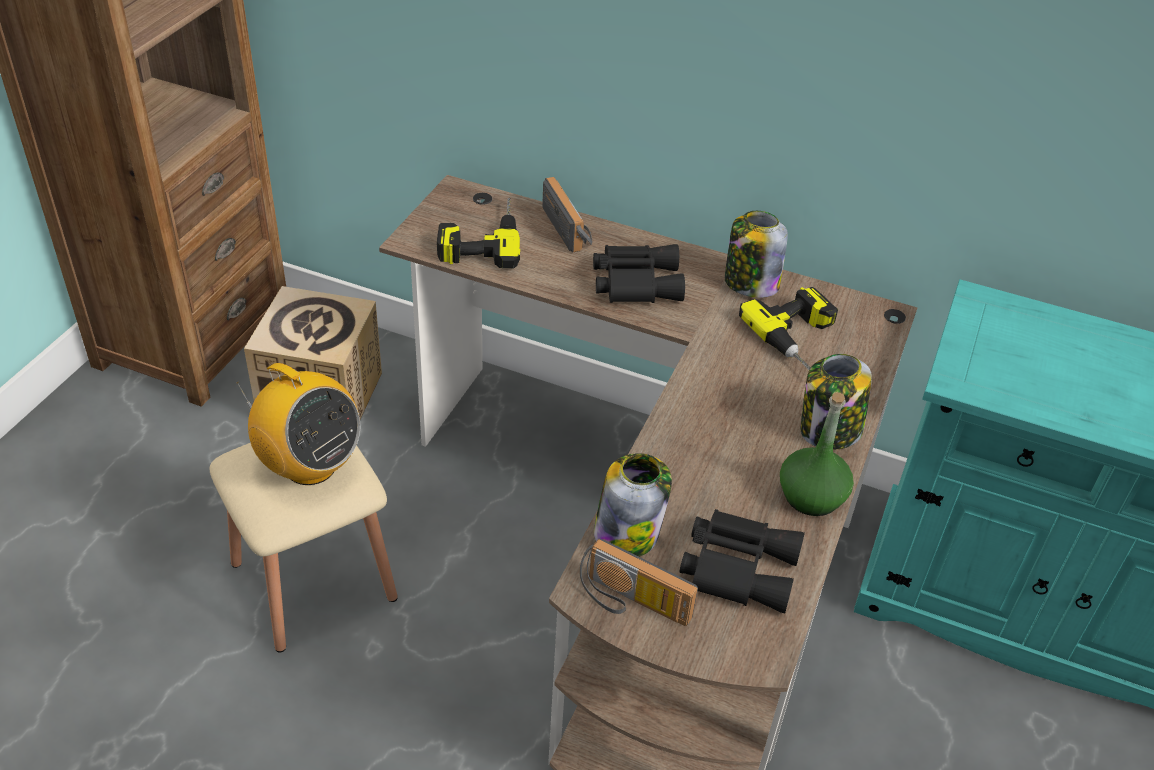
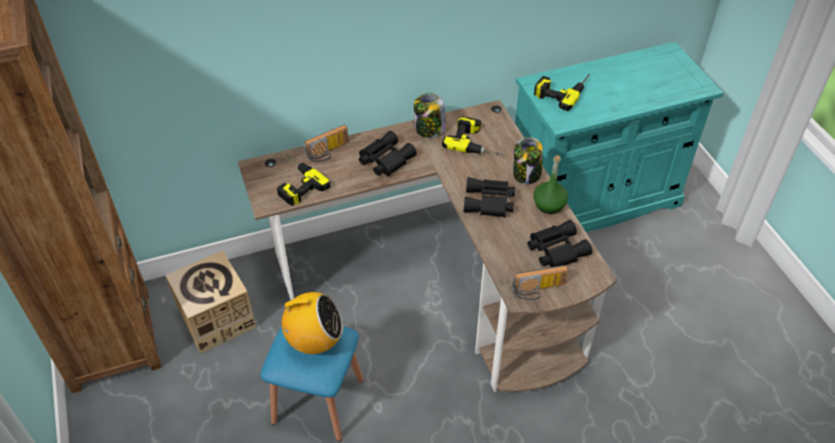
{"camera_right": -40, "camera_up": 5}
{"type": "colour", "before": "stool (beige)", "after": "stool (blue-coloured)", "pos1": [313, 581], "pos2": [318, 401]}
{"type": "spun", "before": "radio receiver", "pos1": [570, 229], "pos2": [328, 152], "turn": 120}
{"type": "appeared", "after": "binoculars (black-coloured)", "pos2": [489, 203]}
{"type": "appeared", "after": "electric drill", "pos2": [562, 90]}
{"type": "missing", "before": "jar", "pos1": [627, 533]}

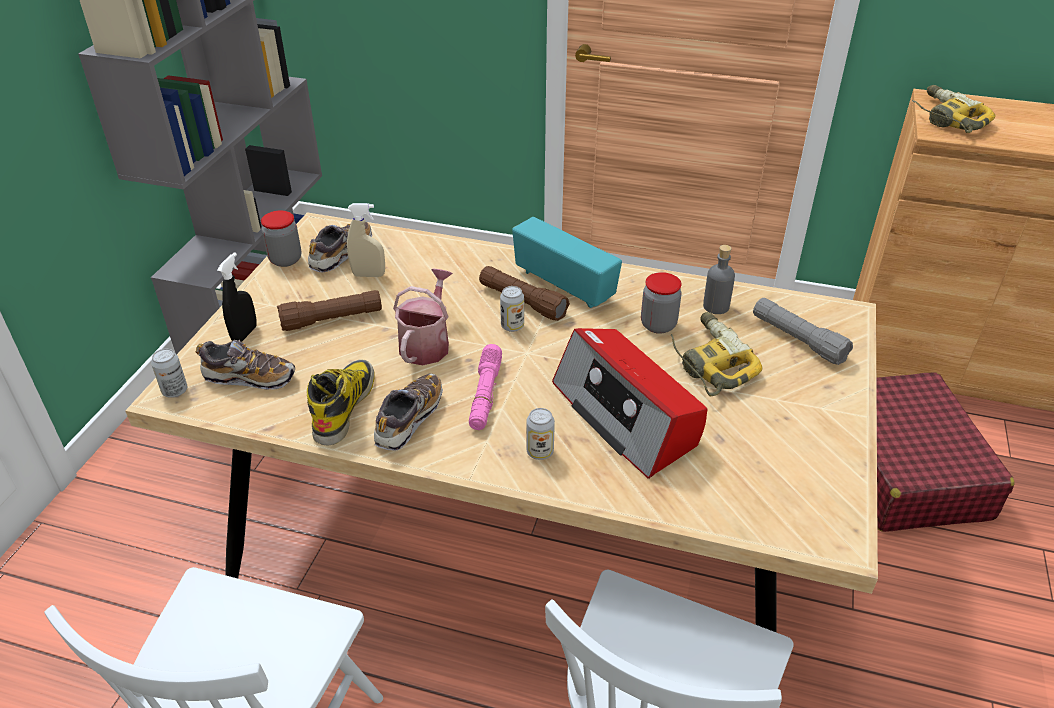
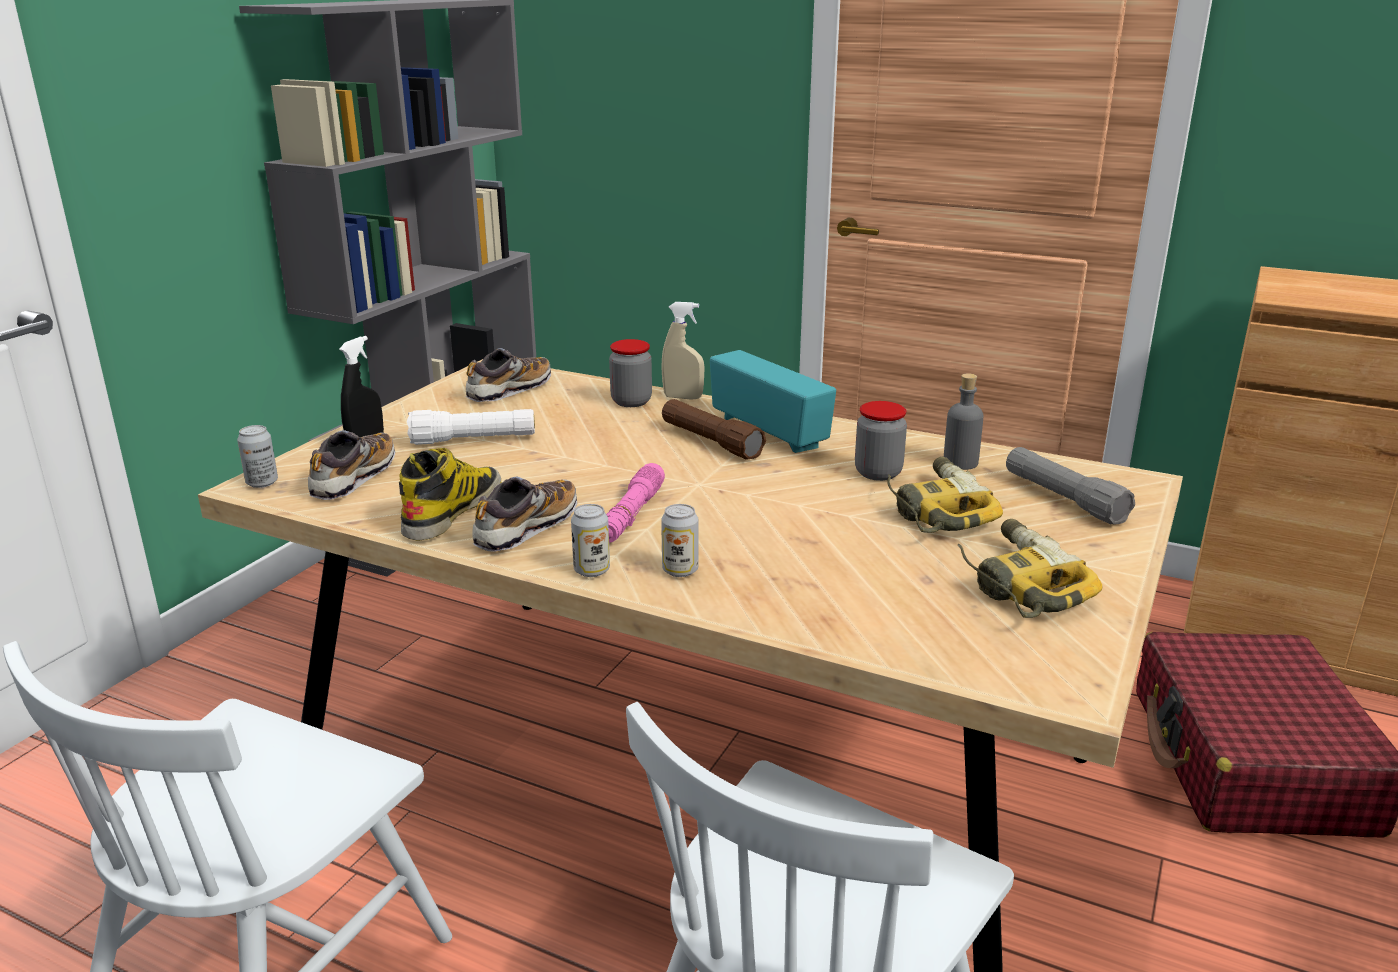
{"camera_right": 10, "camera_up": -15}
{"type": "spun", "before": "shoe", "pos1": [250, 378], "pos2": [353, 479], "turn": -90}
{"type": "colour", "before": "torch (brown)", "after": "torch (whitish)", "pos1": [332, 319], "pos2": [473, 440]}
{"type": "relocated", "before": "sealed can", "pos1": [512, 326], "pos2": [591, 570]}
{"type": "relocated", "before": "jar", "pos1": [285, 259], "pos2": [631, 402]}
{"type": "relocated", "before": "hand sprayer (beige)", "pos1": [369, 275], "pos2": [683, 397]}
{"type": "relocated", "before": "electric drill", "pos1": [945, 118], "pos2": [1016, 583]}
{"type": "missing", "before": "watering pot", "pos1": [427, 343]}
{"type": "missing", "before": "radio receiver", "pos1": [626, 415]}

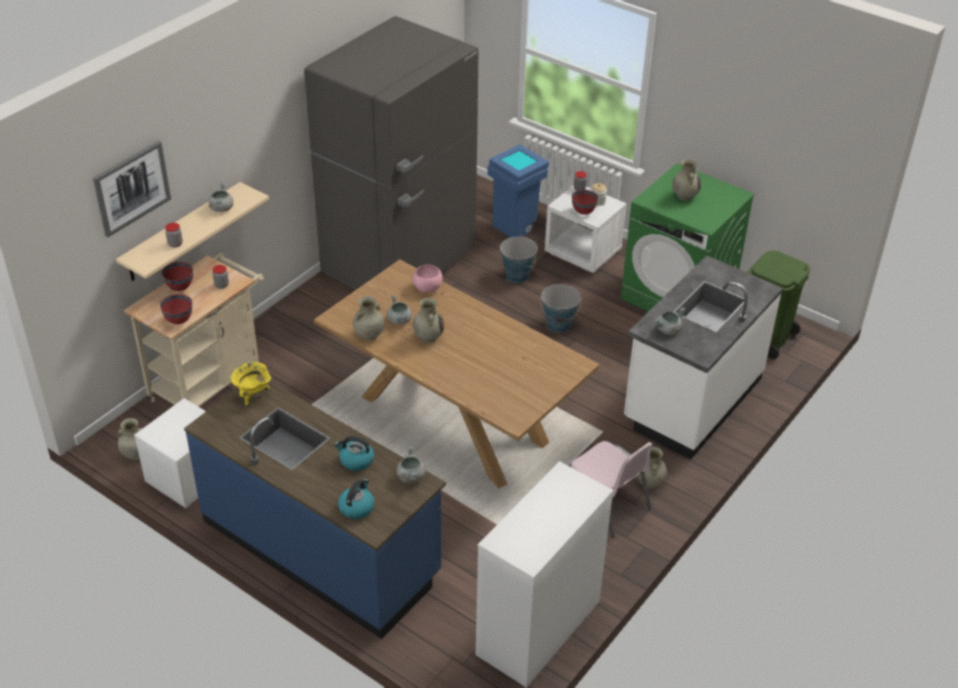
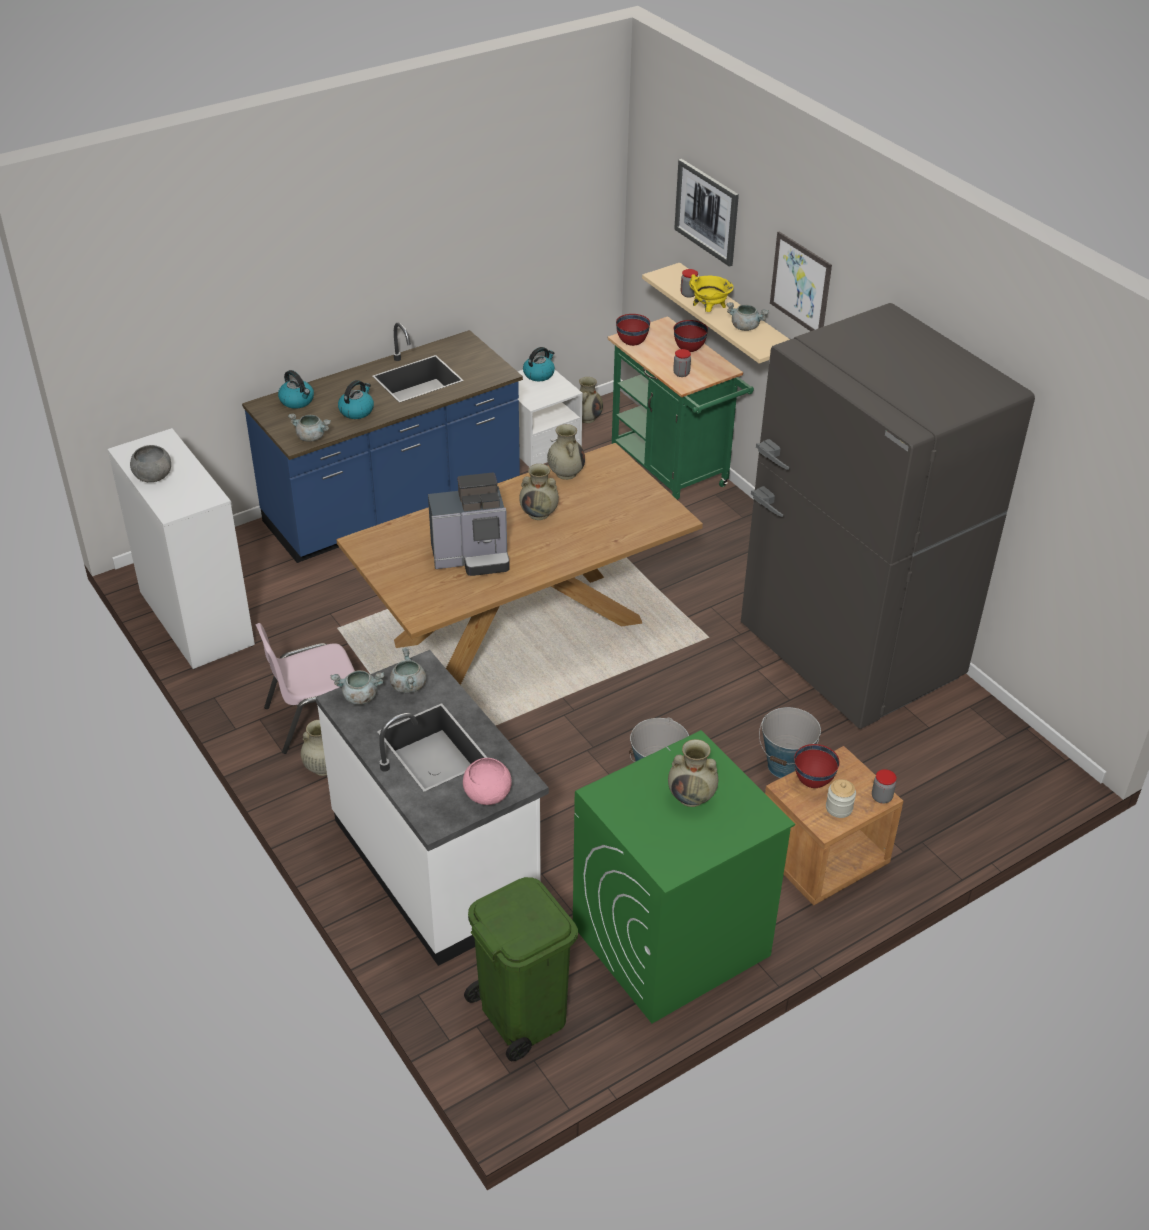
{"camera_right": 110, "camera_up": 0}
{"type": "appeared", "after": "serving bowl (greyish)", "pos2": [153, 477]}
{"type": "relocated", "before": "stockpot (greyish)", "pos1": [400, 320], "pos2": [359, 697]}
{"type": "appeared", "after": "coffee brewer", "pos2": [472, 557]}
{"type": "relocated", "before": "serving bowl (pink-coloured)", "pos1": [427, 287], "pos2": [487, 794]}
{"type": "appeared", "after": "tea kettle", "pos2": [539, 374]}
{"type": "colour", "before": "cart (beige)", "after": "cart (greenish)", "pos1": [210, 382], "pos2": [673, 473]}
{"type": "relocated", "before": "stockpot (yellowish)", "pos1": [253, 395], "pos2": [709, 310]}
{"type": "colour", "before": "bedside table (whitish)", "after": "bedside table (brown)", "pos1": [583, 252], "pos2": [822, 860]}
{"type": "appeared", "after": "picture", "pos2": [800, 284]}
{"type": "missing", "before": "rubbish bin (blue-coloured)", "pos1": [517, 227]}

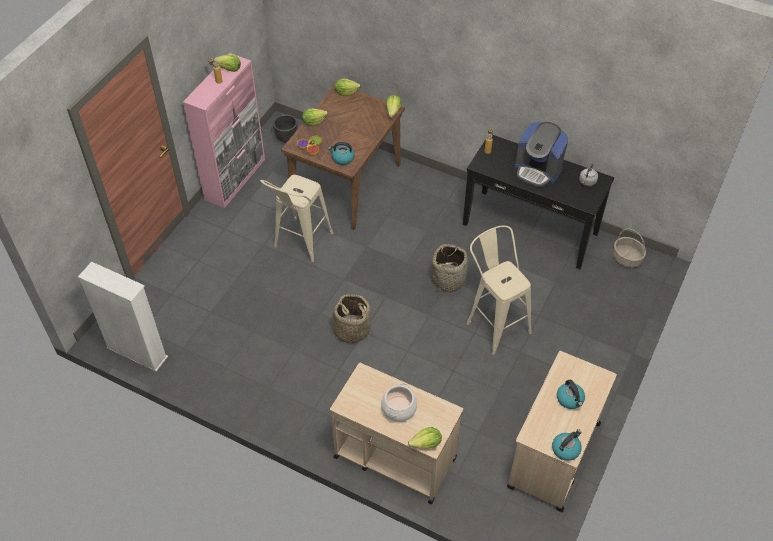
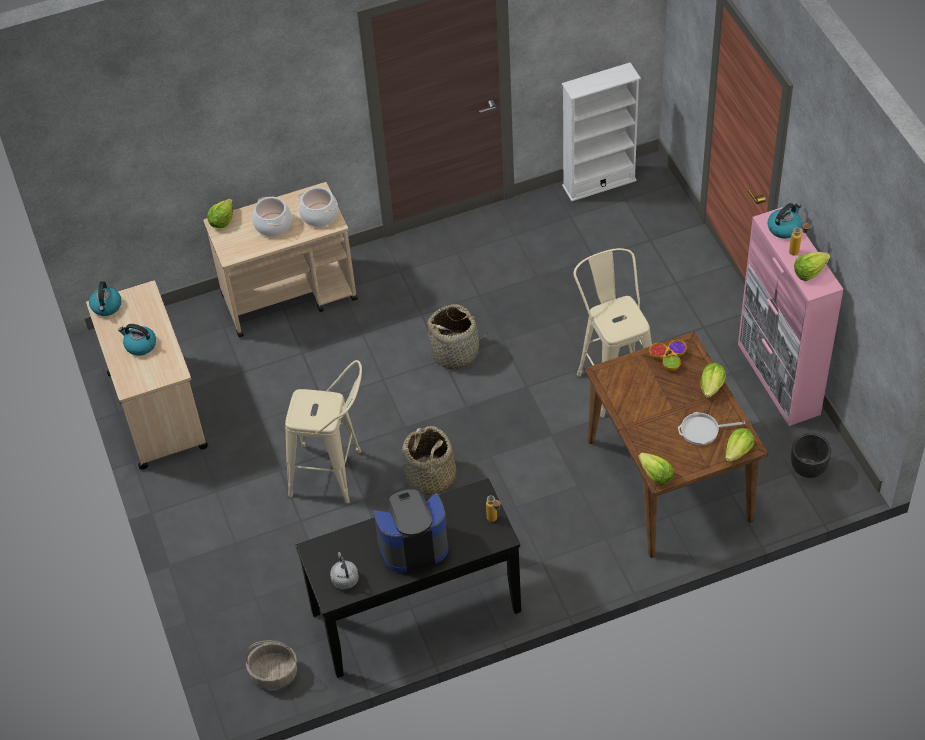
{"camera_right": 135, "camera_up": 0}
{"type": "appeared", "after": "stockpot", "pos2": [319, 215]}
{"type": "appeared", "after": "pan", "pos2": [702, 430]}
{"type": "relocated", "before": "tea kettle", "pos1": [342, 158], "pos2": [784, 228]}

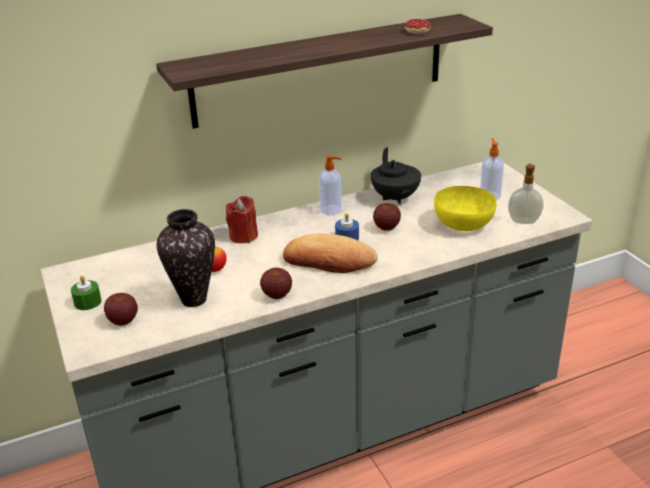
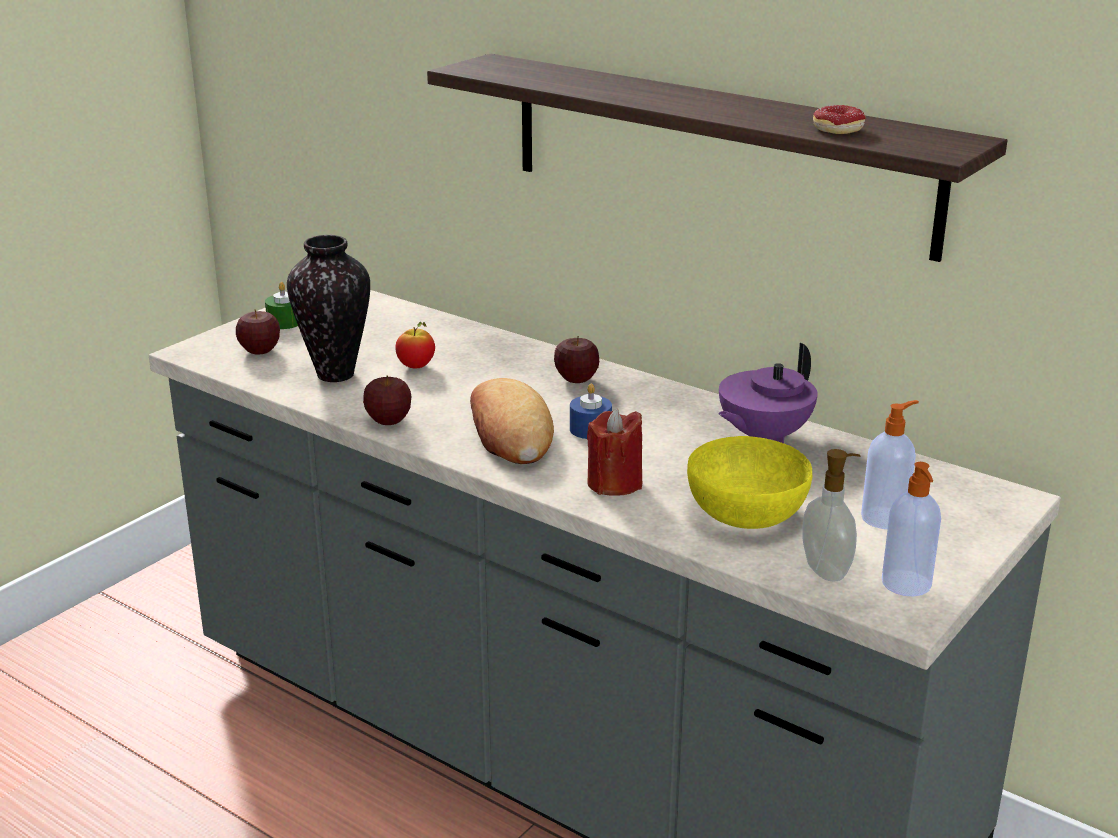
{"camera_right": 60, "camera_up": -5}
{"type": "relocated", "before": "whole apple", "pos1": [386, 228], "pos2": [576, 379]}
{"type": "relocated", "before": "candle (red-coloured)", "pos1": [243, 236], "pos2": [614, 483]}
{"type": "colour", "before": "pot for tea (black-coloured)", "after": "pot for tea (purple)", "pos1": [395, 198], "pos2": [762, 436]}
{"type": "relocated", "before": "liquid soap bottle", "pos1": [331, 210], "pos2": [907, 585]}

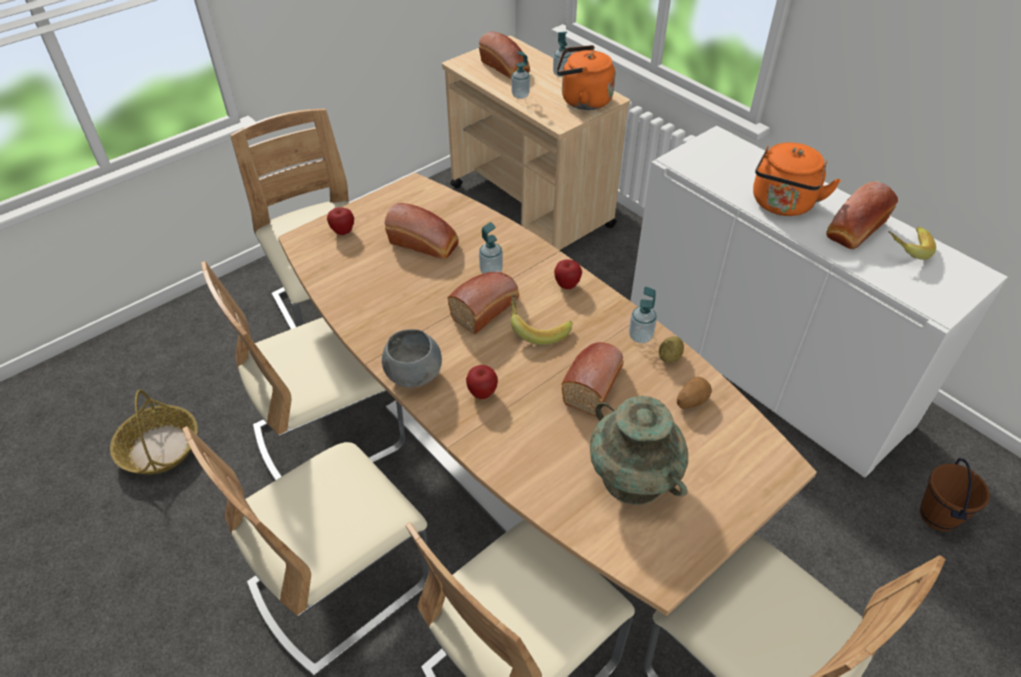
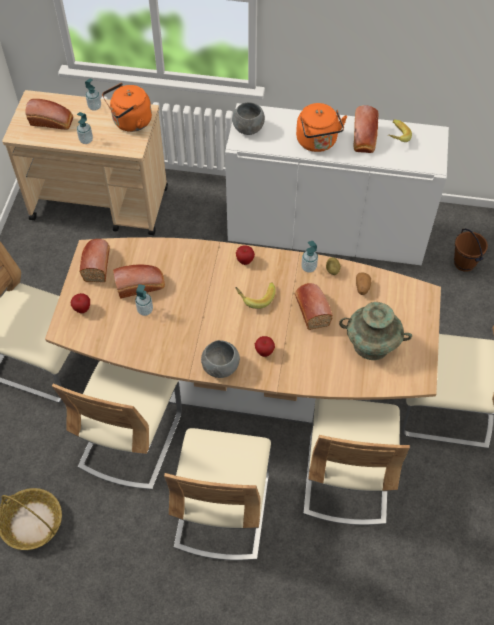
{"camera_right": -40, "camera_up": 10}
{"type": "relocated", "before": "bakery bread", "pos1": [486, 308], "pos2": [97, 264]}
{"type": "relocated", "before": "liquid soap bottle", "pos1": [491, 271], "pos2": [145, 310]}
{"type": "appeared", "after": "serving bowl (greyish)", "pos2": [248, 129]}

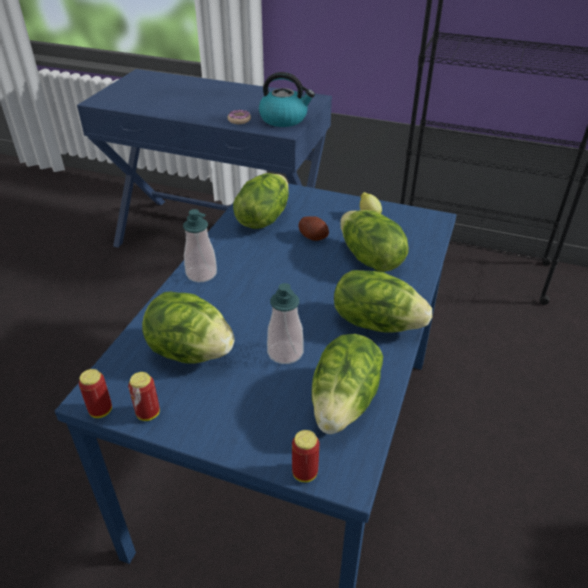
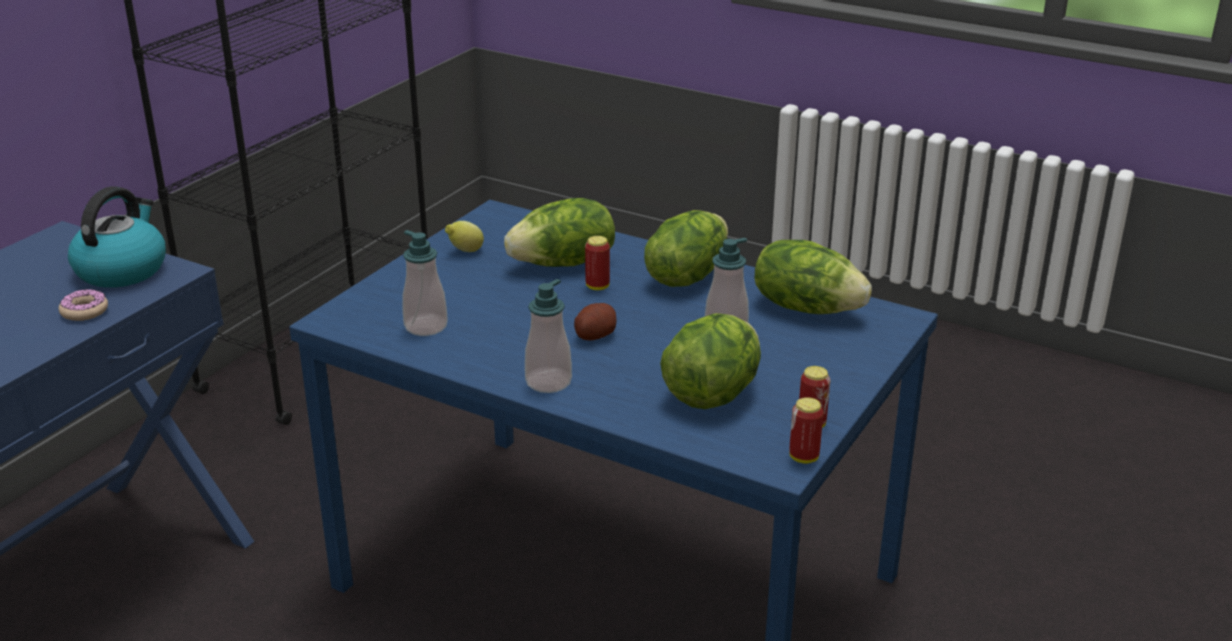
{"camera_right": -80, "camera_up": -10}
{"type": "exchanged", "before": "lettuce head", "after": "liquid soap bottle", "pos1": [263, 218], "pos2": [426, 326]}
{"type": "relocated", "before": "whole potato", "pos1": [313, 237], "pos2": [595, 335]}
{"type": "relocated", "before": "sealed can", "pos1": [305, 473], "pos2": [597, 286]}

